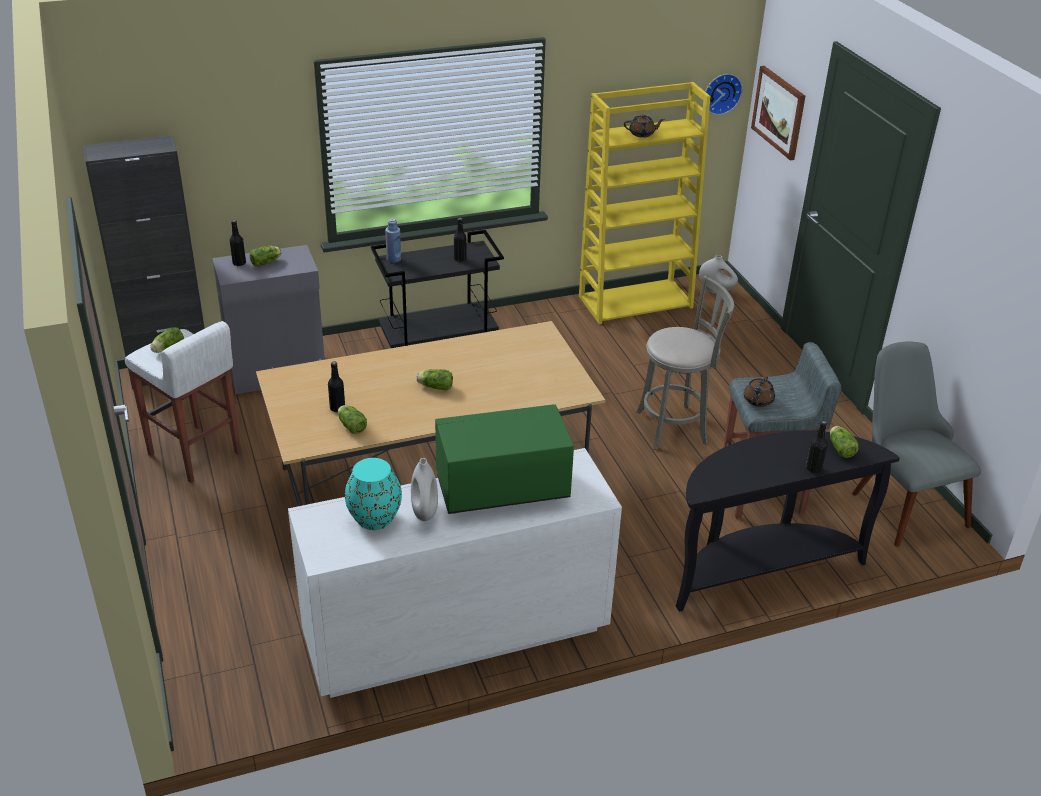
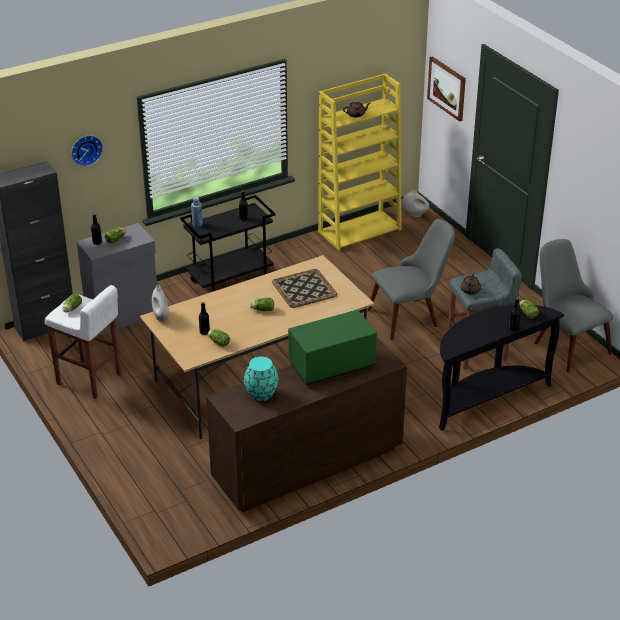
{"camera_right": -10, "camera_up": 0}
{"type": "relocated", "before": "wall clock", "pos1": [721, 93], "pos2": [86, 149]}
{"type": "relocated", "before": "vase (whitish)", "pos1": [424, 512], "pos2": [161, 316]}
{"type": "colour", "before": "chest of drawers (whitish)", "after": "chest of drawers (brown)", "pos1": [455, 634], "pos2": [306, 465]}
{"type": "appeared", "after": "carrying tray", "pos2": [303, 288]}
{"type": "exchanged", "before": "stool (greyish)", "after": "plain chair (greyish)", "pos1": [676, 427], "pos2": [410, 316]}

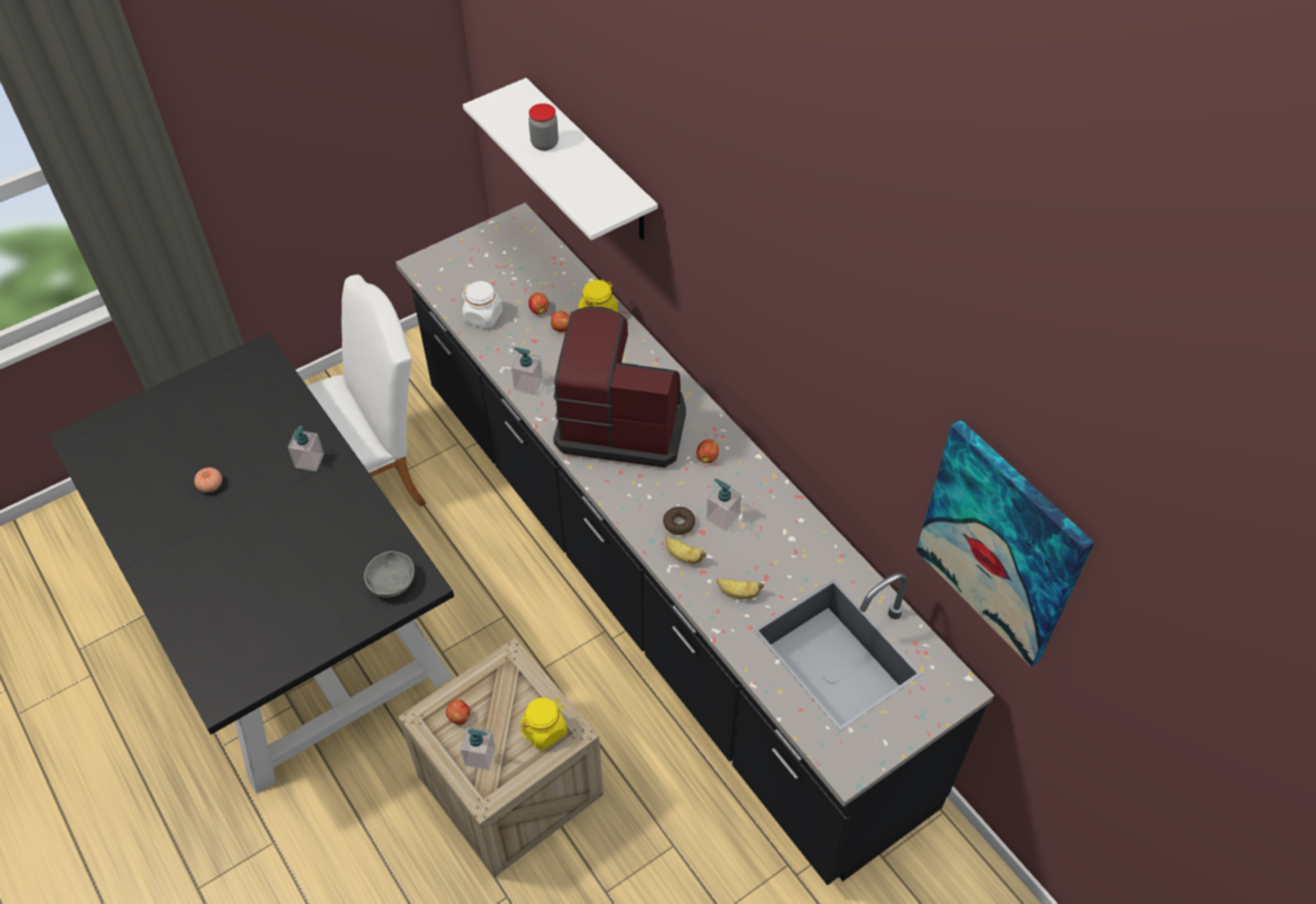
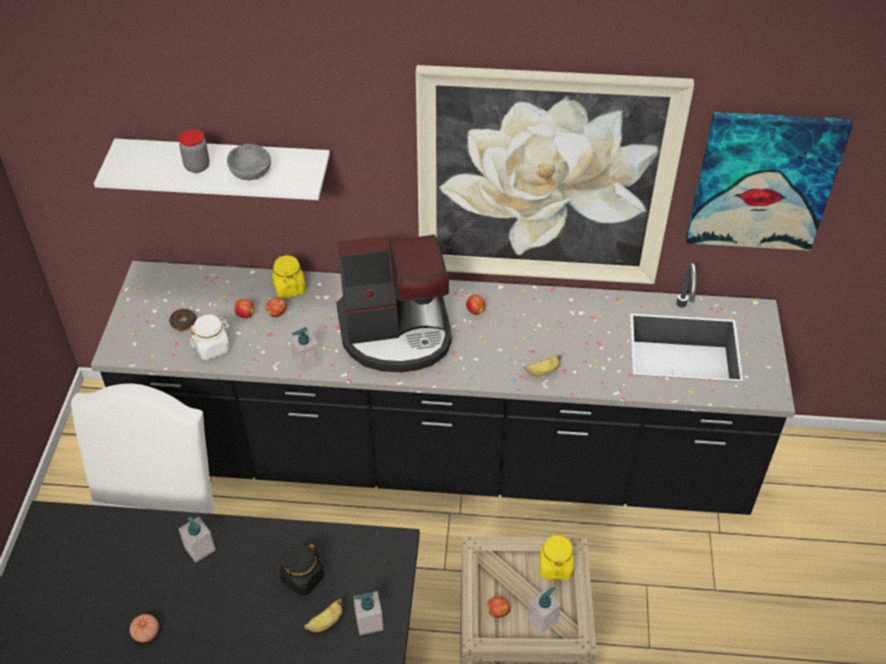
{"camera_right": -50, "camera_up": -5}
{"type": "relocated", "before": "donut", "pos1": [679, 524], "pos2": [183, 323]}
{"type": "relocated", "before": "serving bowl (greyish)", "pos1": [393, 583], "pos2": [252, 173]}
{"type": "appeared", "after": "jar (black-coloured)", "pos2": [302, 578]}
{"type": "relocated", "before": "whole banana", "pos1": [738, 593], "pos2": [325, 623]}
{"type": "spun", "before": "coffee brewer", "pos1": [621, 421], "pos2": [396, 333], "turn": -150}
{"type": "relocated", "before": "liquid soap bottle", "pos1": [722, 517], "pos2": [369, 622]}
{"type": "appeared", "after": "picture", "pos2": [544, 179]}

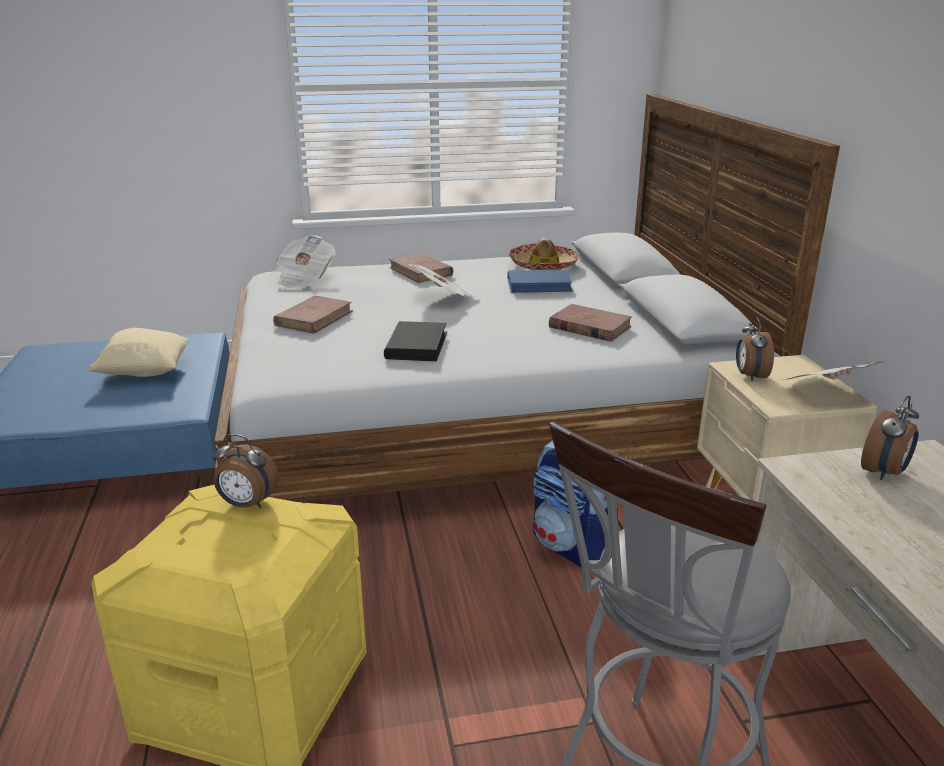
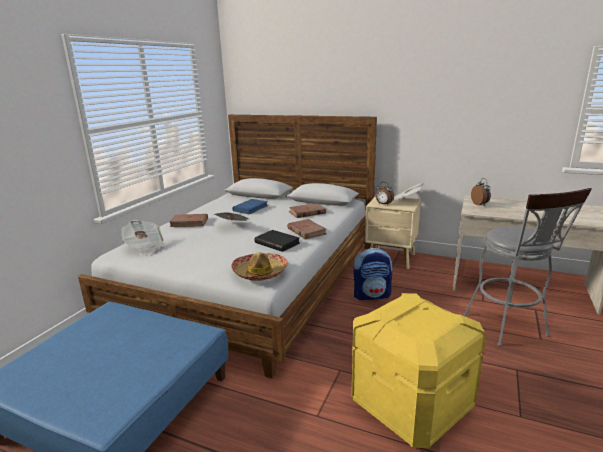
{"camera_right": -55, "camera_up": -5}
{"type": "relocated", "before": "clothing hat", "pos1": [543, 265], "pos2": [260, 272]}
{"type": "relocated", "before": "bound book (brown)", "pos1": [314, 318], "pos2": [306, 231]}
{"type": "missing", "before": "cushion (beige)", "pos1": [144, 372]}
{"type": "missing", "before": "table clock", "pos1": [247, 504]}

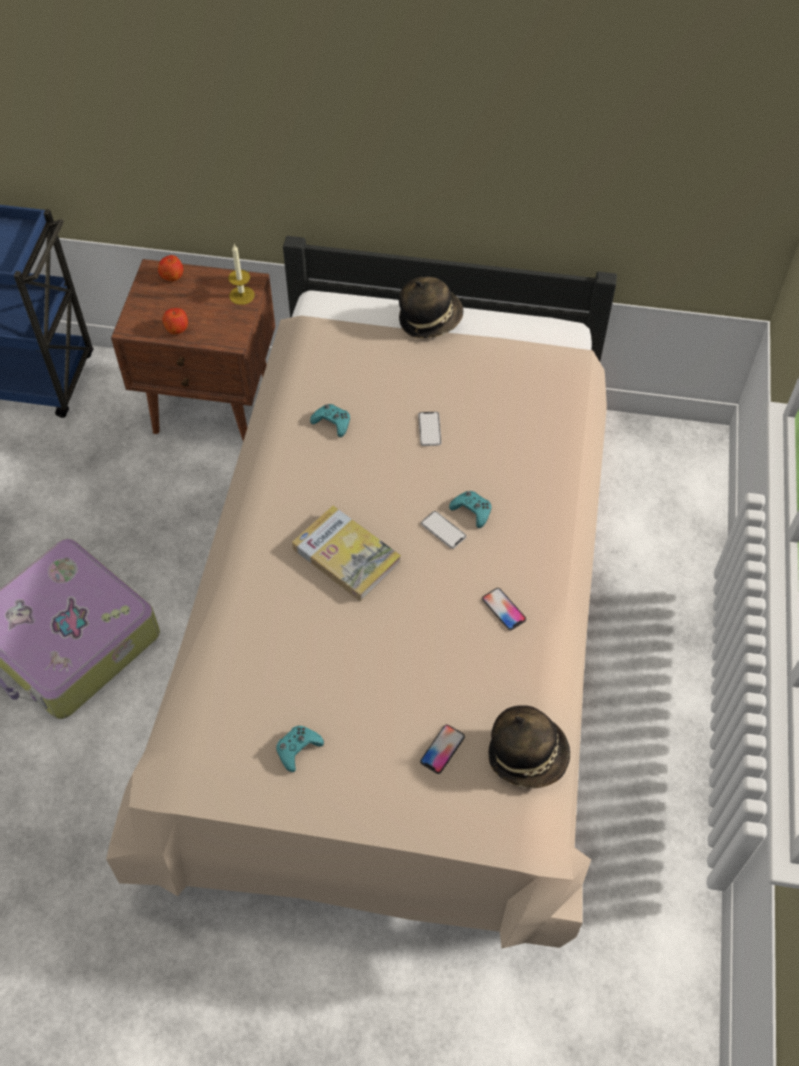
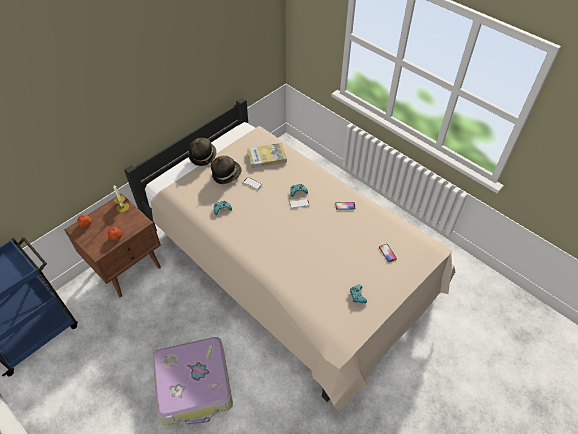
{"camera_right": -55, "camera_up": -5}
{"type": "relocated", "before": "clothing hat", "pos1": [528, 755], "pos2": [226, 174]}
{"type": "relocated", "before": "bound book", "pos1": [346, 555], "pos2": [266, 157]}

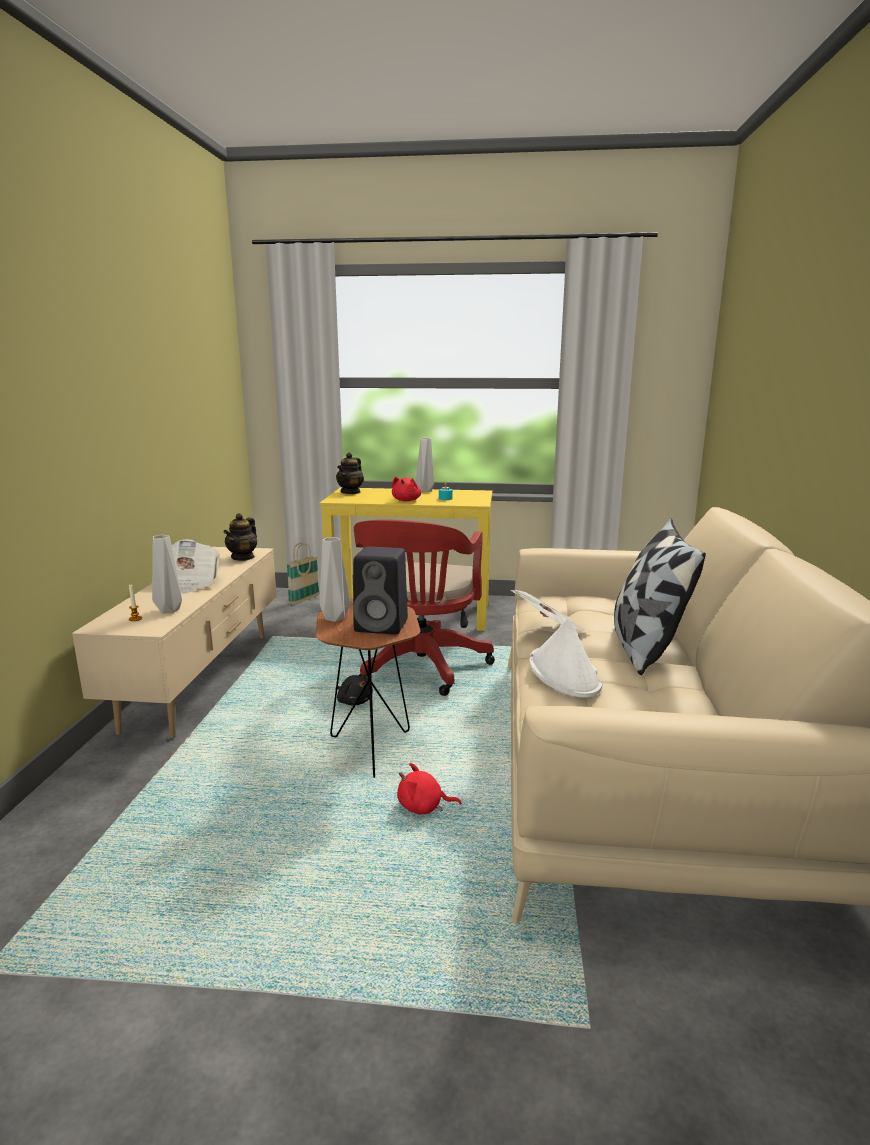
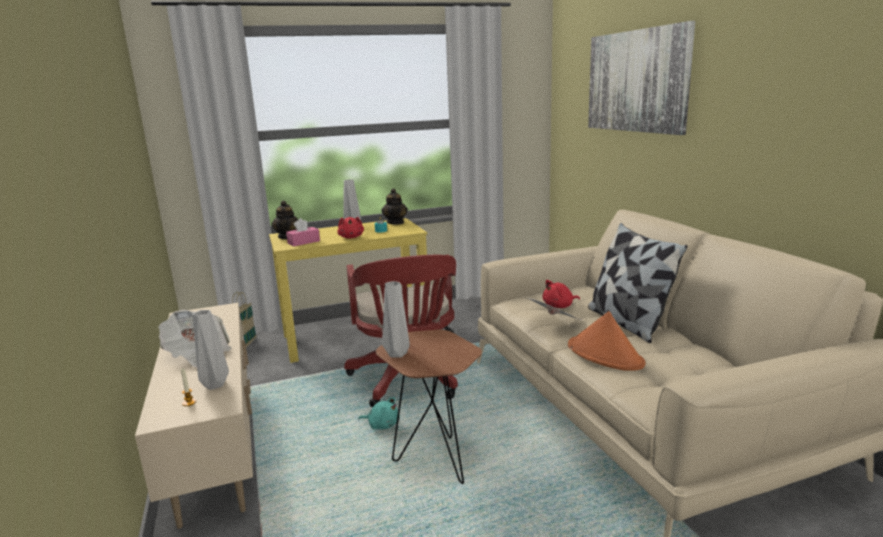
{"camera_right": -25, "camera_up": 0}
{"type": "appeared", "after": "box of tissues (pink-coloured)", "pos2": [303, 242]}
{"type": "colour", "before": "plush toy (black-coloured)", "after": "plush toy (turquoise-coloured)", "pos1": [354, 701], "pos2": [382, 425]}
{"type": "relocated", "before": "pot for tea", "pos1": [243, 557], "pos2": [395, 222]}
{"type": "relocated", "before": "plush toy (red-coloured)", "pos1": [423, 807], "pos2": [559, 306]}
{"type": "colour", "before": "clothing hat (whitish)", "after": "clothing hat (orange-coloured)", "pos1": [564, 673], "pos2": [605, 355]}
{"type": "appeared", "after": "picture", "pos2": [636, 81]}
{"type": "missing", "before": "audio speaker (black-coloured)", "pos1": [383, 626]}

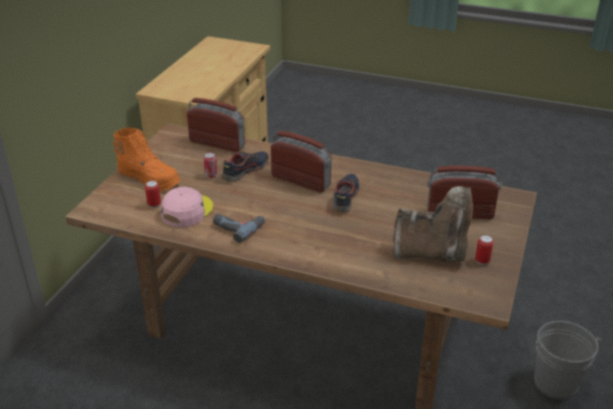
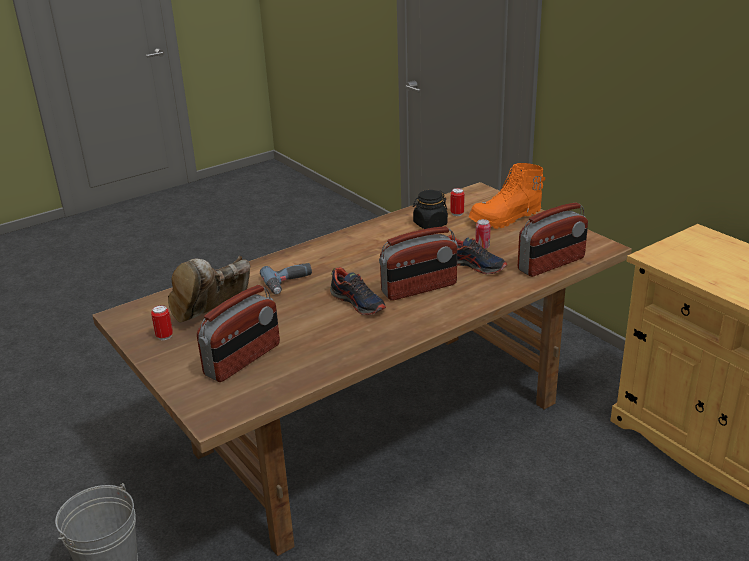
{"camera_right": 125, "camera_up": -5}
{"type": "relocated", "before": "electric drill", "pos1": [238, 227], "pos2": [289, 283]}
{"type": "exchanged", "before": "baseball cap (pink-coloured)", "after": "jar (black-coloured)", "pos1": [186, 211], "pos2": [430, 224]}
{"type": "spun", "before": "shoe", "pos1": [245, 170], "pos2": [474, 265], "turn": -45}

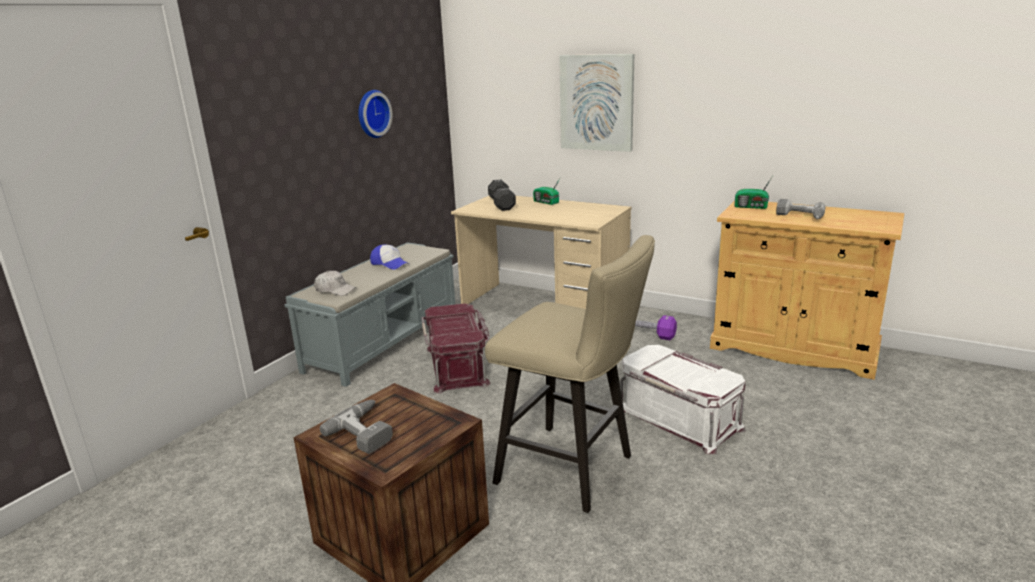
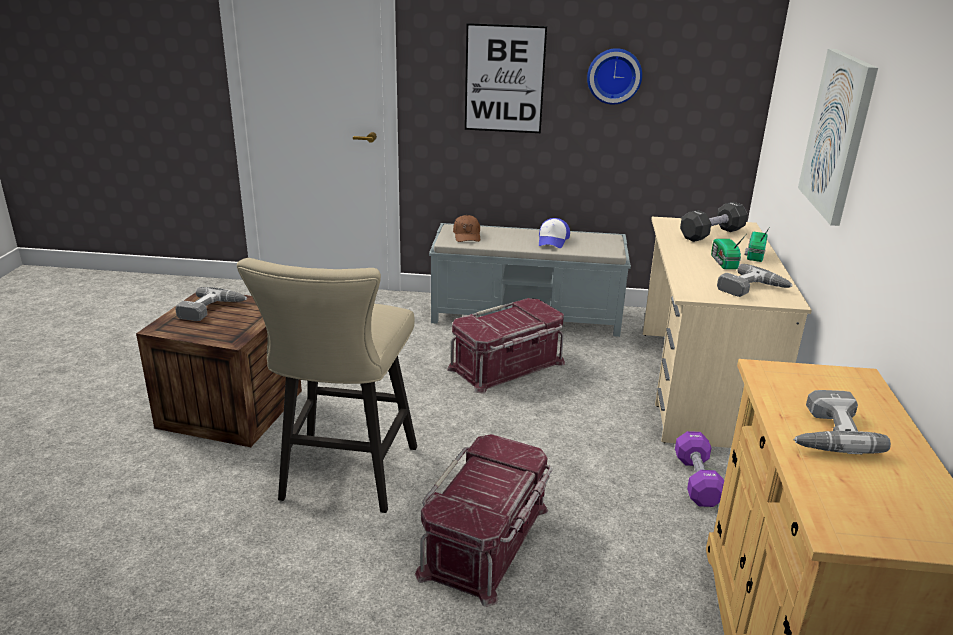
{"camera_right": 65, "camera_up": 5}
{"type": "colour", "before": "storage box (whitish)", "after": "storage box (red-coloured)", "pos1": [680, 418], "pos2": [487, 541]}
{"type": "colour", "before": "baseball cap (whitish)", "after": "baseball cap (brown)", "pos1": [335, 290], "pos2": [467, 236]}
{"type": "appeared", "after": "picture", "pos2": [504, 79]}
{"type": "relocated", "before": "radio receiver", "pos1": [751, 207], "pos2": [723, 263]}
{"type": "appeared", "after": "electric drill", "pos2": [752, 289]}

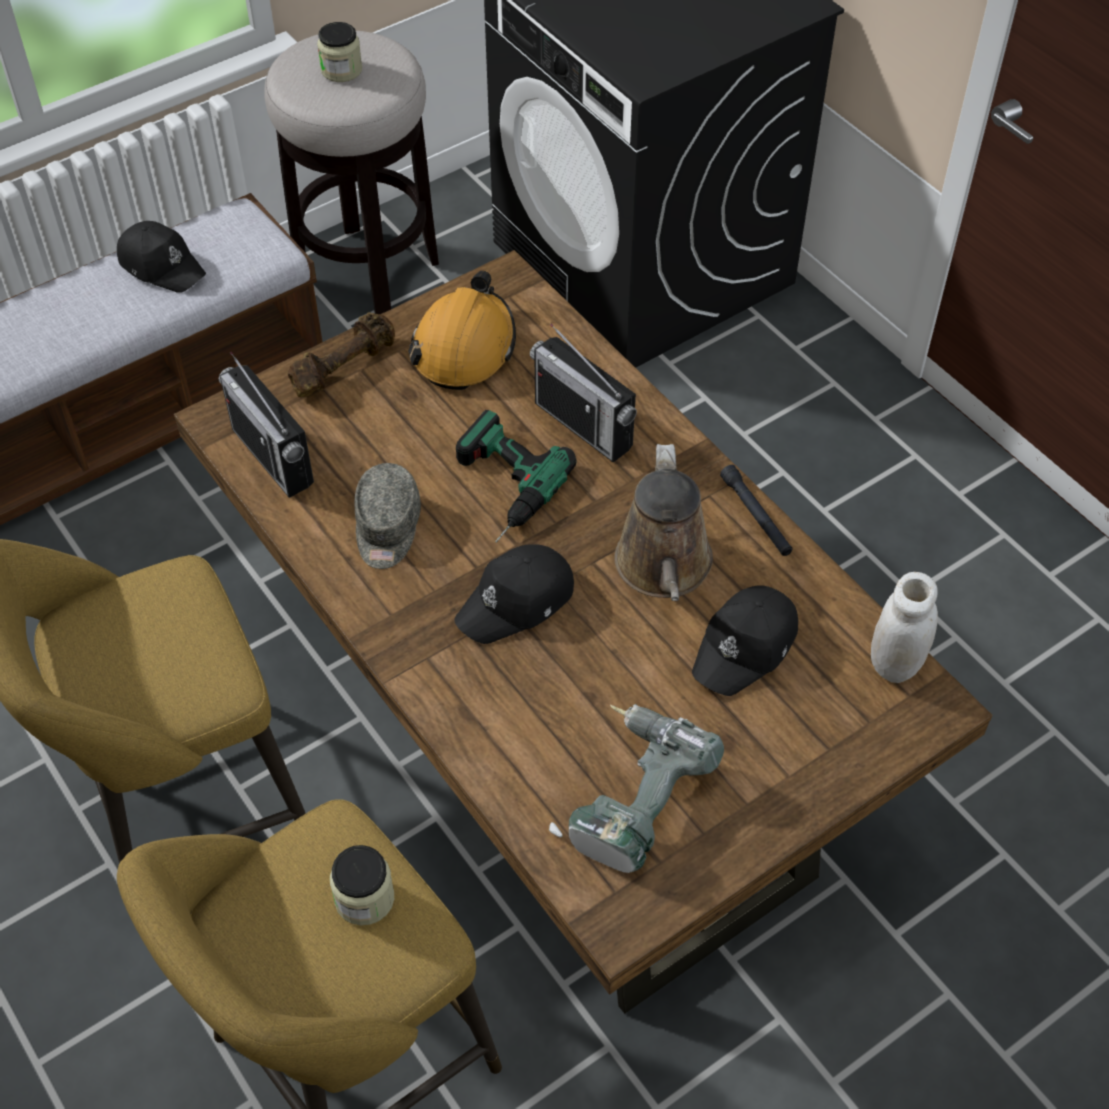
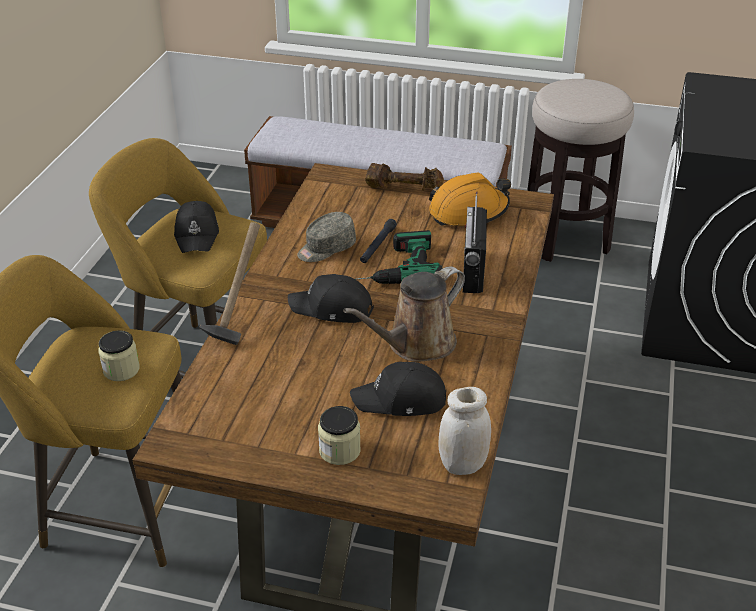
{"camera_right": 50, "camera_up": -15}
{"type": "relocated", "before": "baseball cap (black-coloured)", "pos1": [162, 265], "pos2": [197, 234]}
{"type": "appeared", "after": "tool hammer", "pos2": [237, 316]}
{"type": "relocated", "before": "jar", "pos1": [341, 70], "pos2": [339, 450]}
{"type": "relocated", "before": "torch (black-coloured)", "pos1": [756, 516], "pos2": [377, 245]}
{"type": "missing", "before": "radio receiver", "pos1": [272, 456]}
{"type": "missing", "before": "electric drill", "pos1": [631, 799]}

